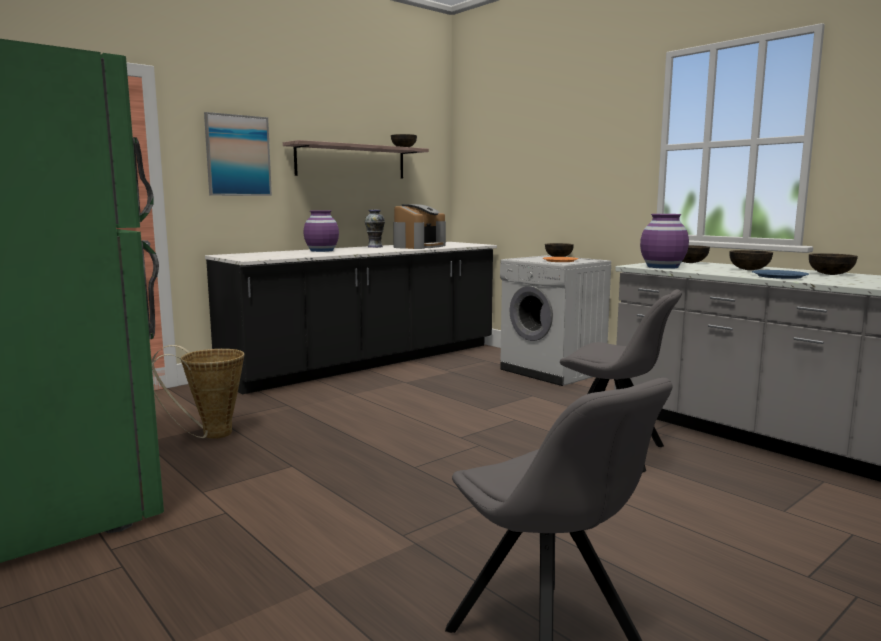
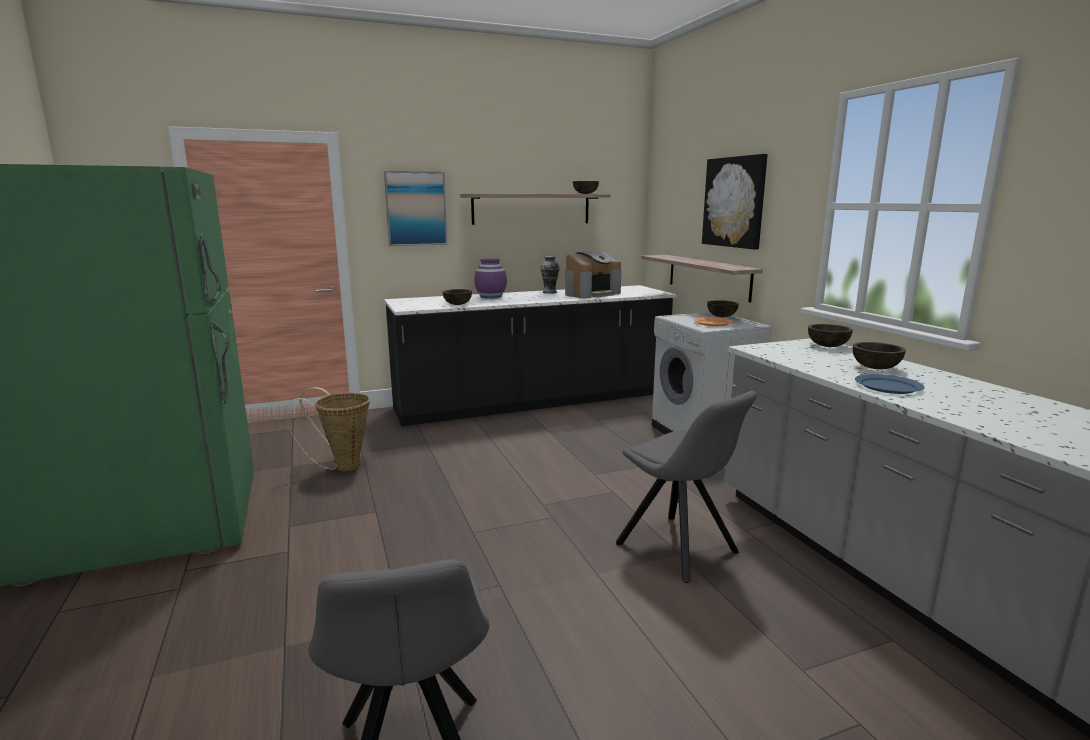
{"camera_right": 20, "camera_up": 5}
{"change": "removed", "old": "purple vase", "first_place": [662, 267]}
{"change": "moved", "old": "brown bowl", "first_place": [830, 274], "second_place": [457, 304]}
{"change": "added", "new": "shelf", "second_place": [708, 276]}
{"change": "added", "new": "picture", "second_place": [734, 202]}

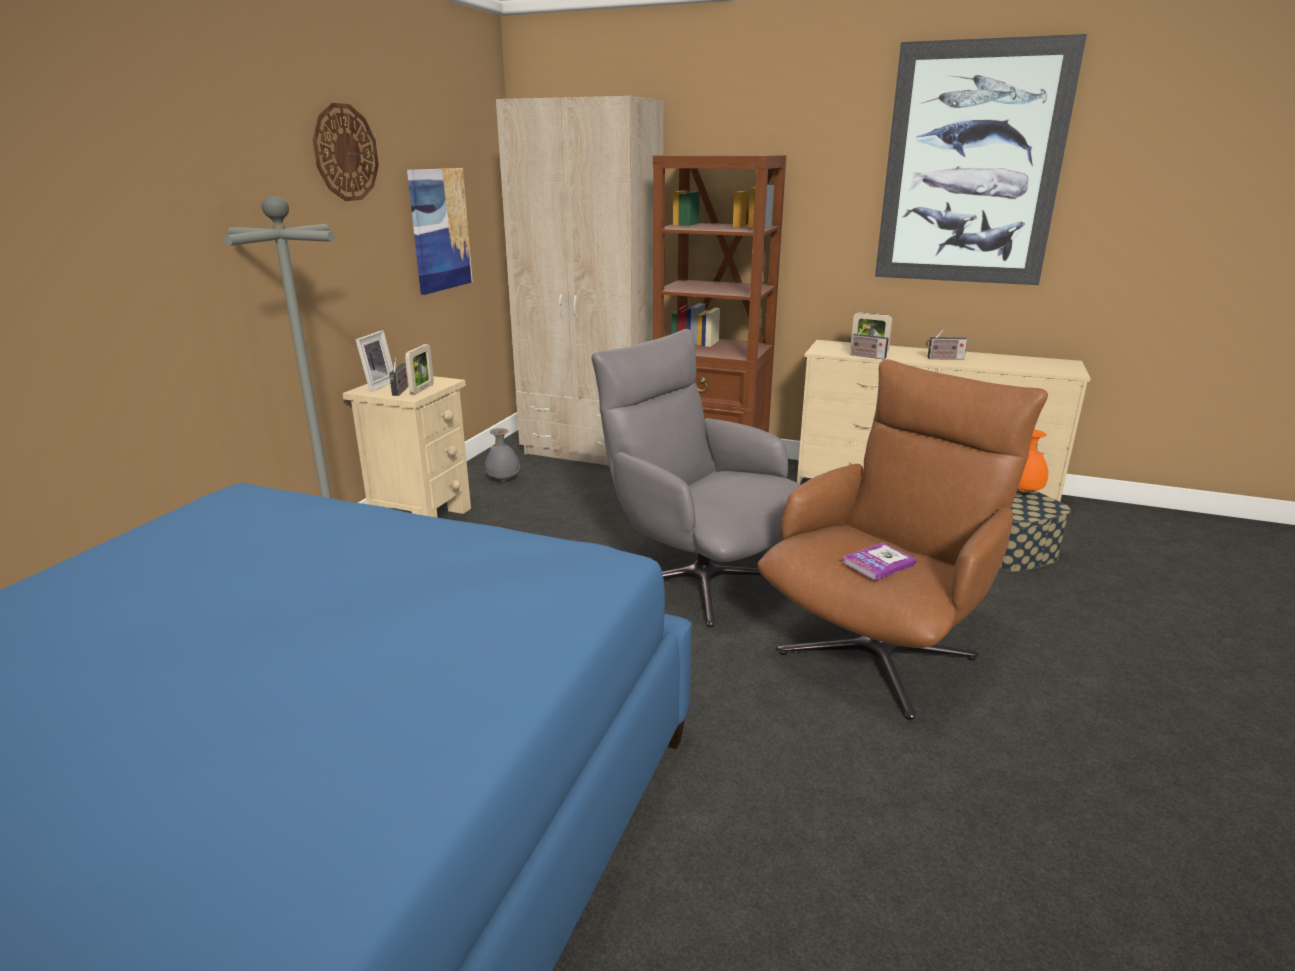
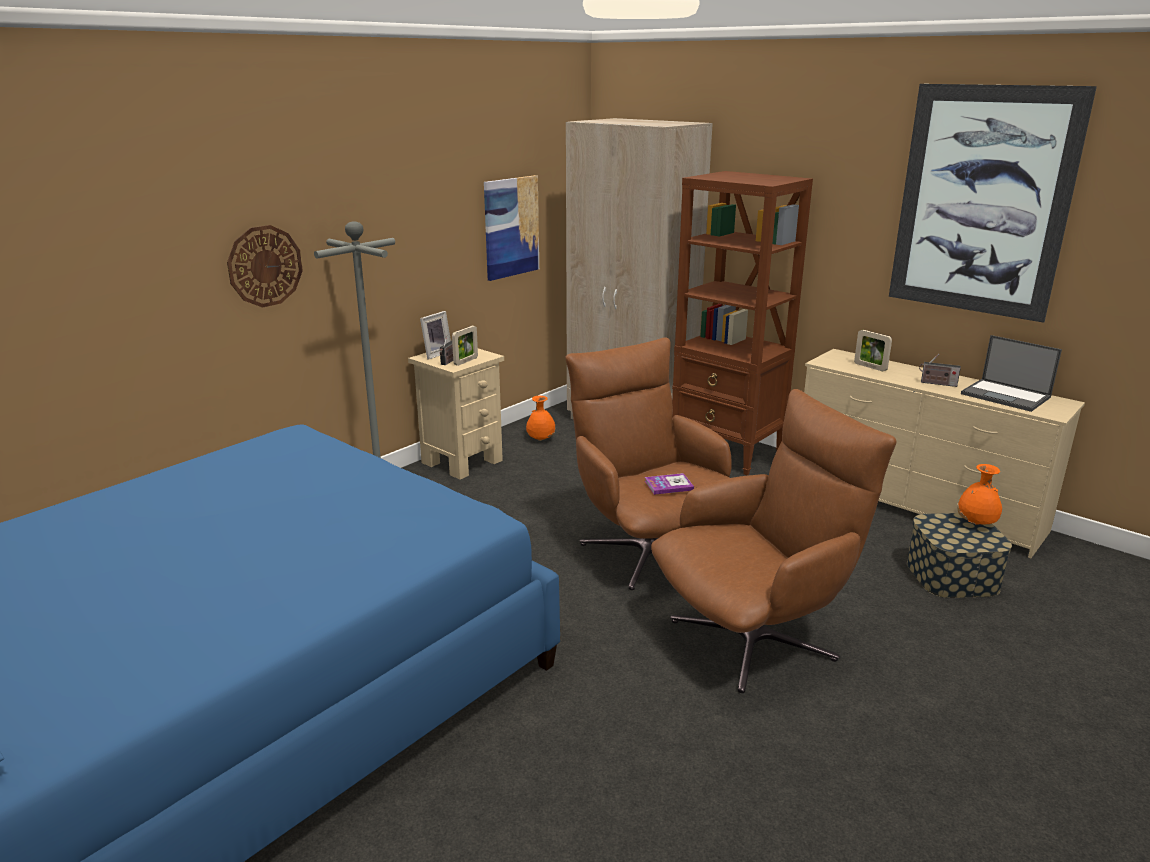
{"camera_right": 20, "camera_up": 0}
{"change": "moved", "old": "wall clock", "first_place": [345, 153], "second_place": [265, 266]}
{"change": "recoloured", "old": "grey vase", "new": "orange vase", "first_place": [503, 479], "second_place": [540, 439]}
{"change": "recoloured", "old": "grey armchair", "new": "brown armchair", "first_place": [701, 580], "second_place": [648, 551]}
{"change": "moved", "old": "book", "first_place": [878, 563], "second_place": [668, 485]}
{"change": "removed", "old": "radio", "first_place": [866, 356]}
{"change": "added", "new": "laptop", "second_place": [1006, 396]}

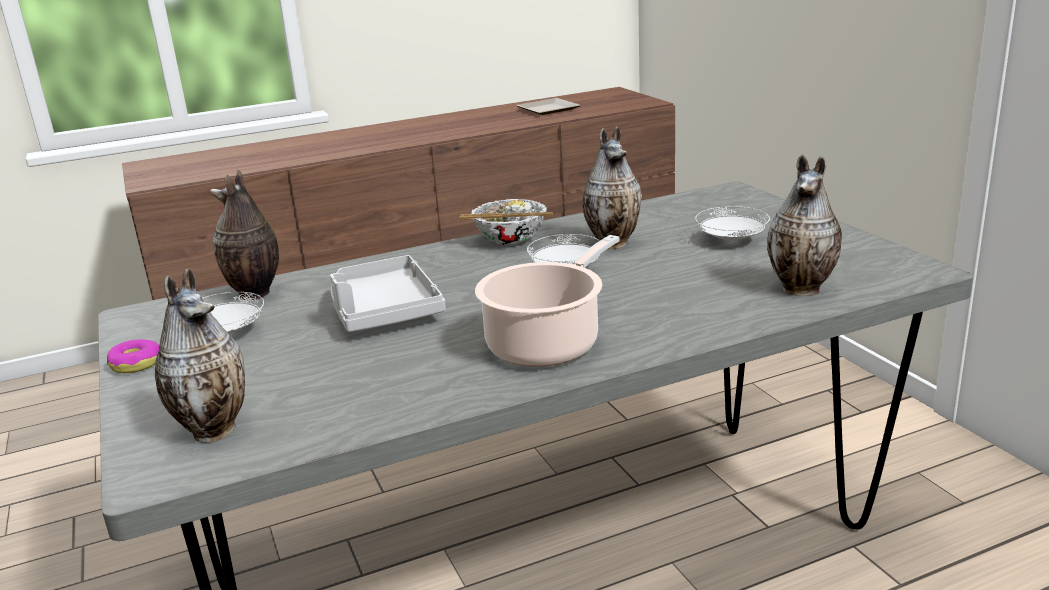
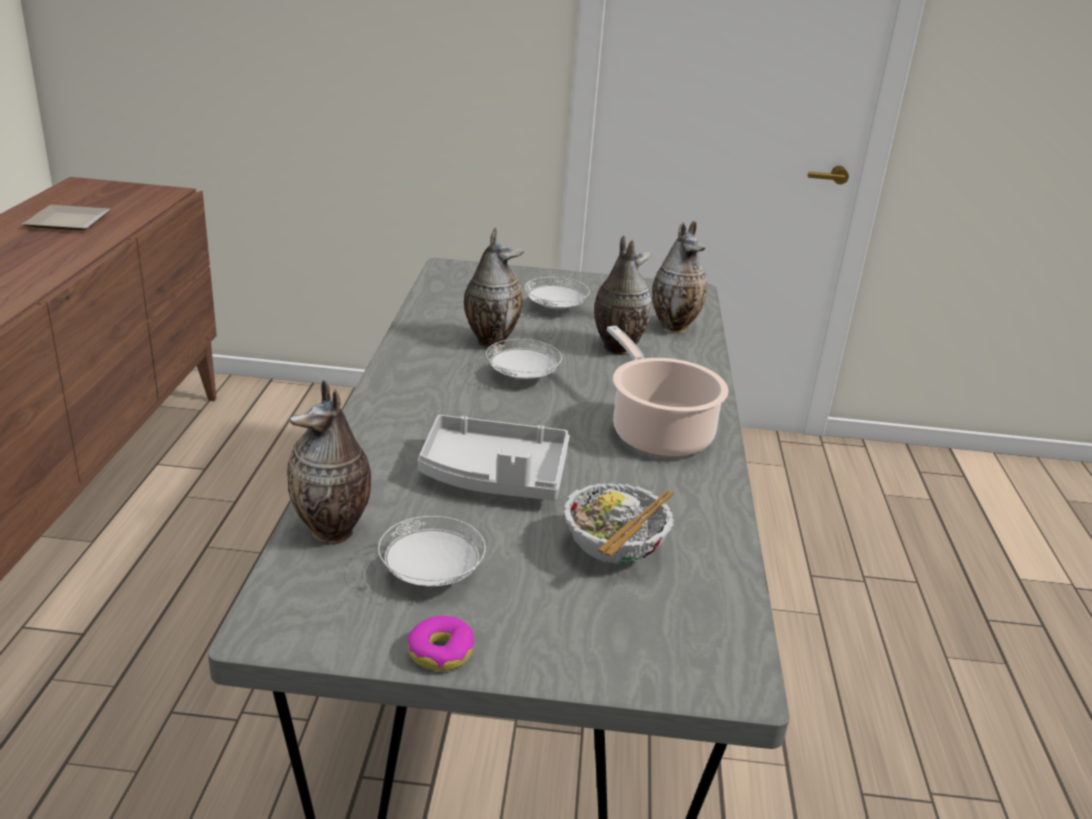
{"camera_right": -65, "camera_up": 5}
{"change": "moved", "old": "vase", "first_place": [215, 429], "second_place": [616, 348]}
{"change": "moved", "old": "bowl", "first_place": [510, 240], "second_place": [615, 550]}

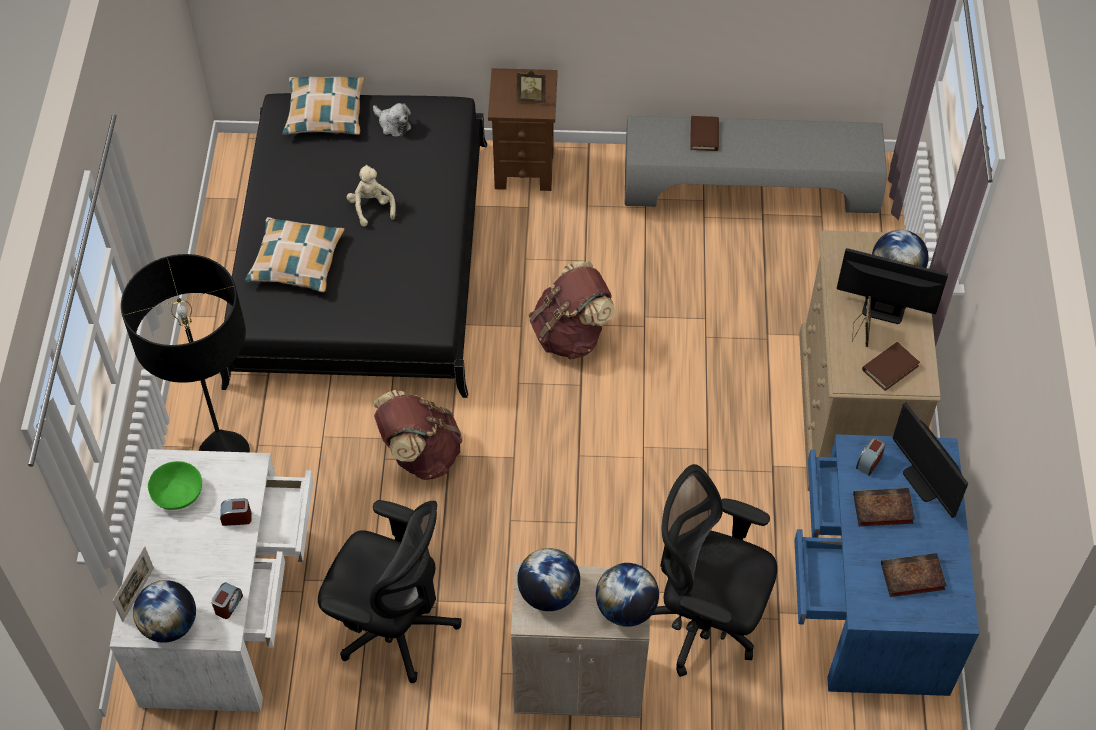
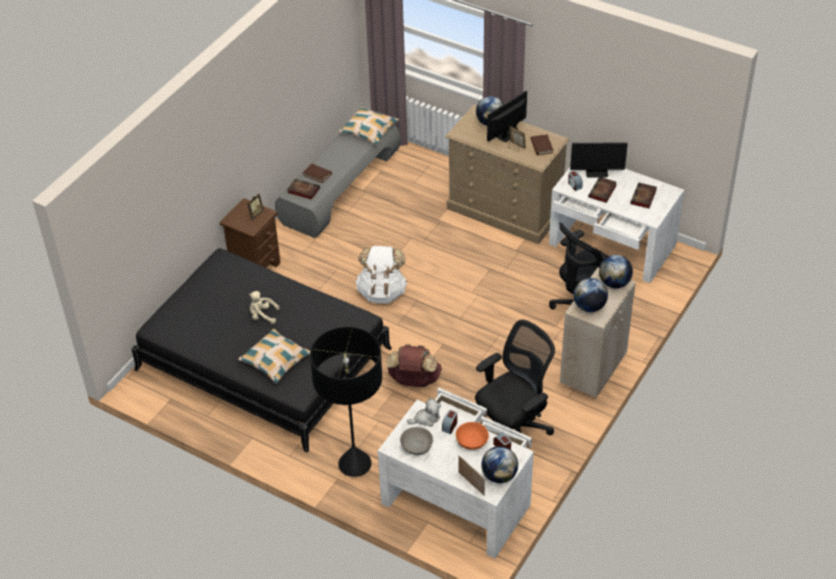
{"camera_right": -60, "camera_up": -10}
{"change": "recoloured", "old": "green bowl", "new": "grey bowl", "first_place": [178, 493], "second_place": [417, 446]}
{"change": "moved", "old": "pillow", "first_place": [325, 113], "second_place": [369, 130]}
{"change": "moved", "old": "plush toy", "first_place": [393, 124], "second_place": [426, 418]}
{"change": "recoloured", "old": "brown backpack", "new": "white backpack", "first_place": [570, 334], "second_place": [382, 292]}
{"change": "recoloured", "old": "blue desk", "new": "white desk", "first_place": [868, 598], "second_place": [610, 249]}
{"change": "added", "new": "book", "second_place": [302, 190]}
{"change": "added", "new": "orange bowl", "second_place": [472, 441]}

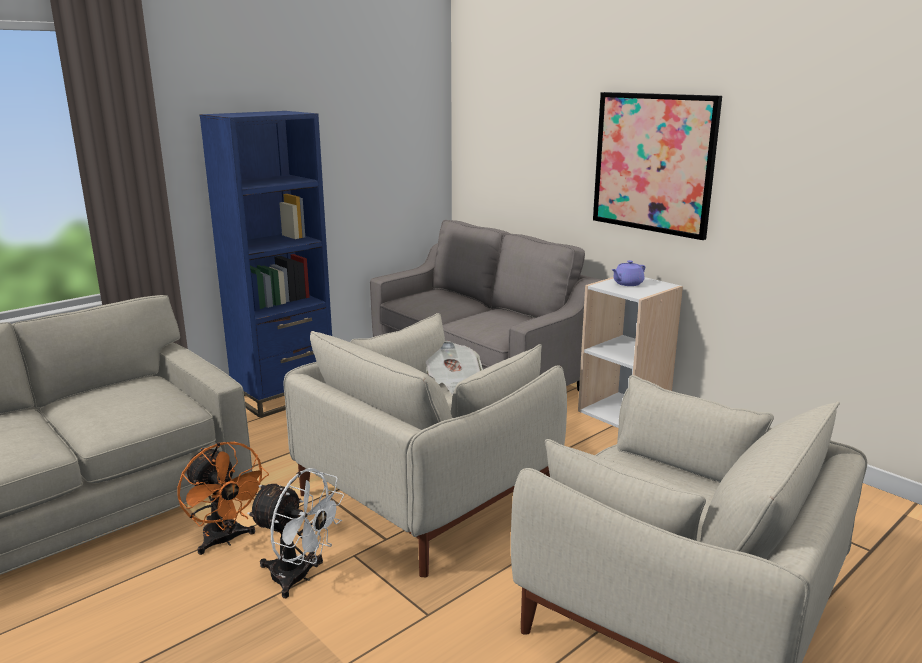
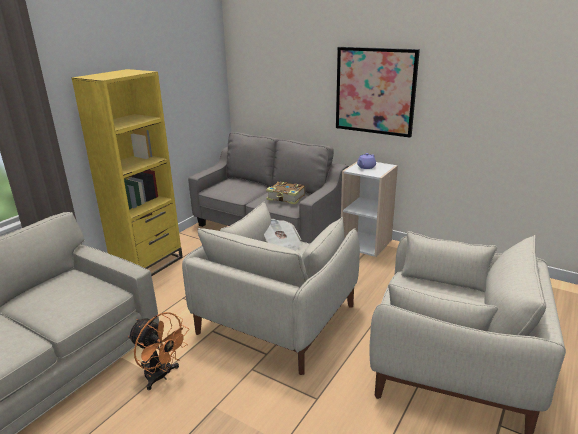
{"camera_right": -15, "camera_up": 5}
{"change": "recoloured", "old": "blue bookcase", "new": "yellow bookcase", "first_place": [284, 395], "second_place": [148, 264]}
{"change": "removed", "old": "white fan", "first_place": [299, 577]}
{"change": "added", "new": "book", "second_place": [286, 198]}

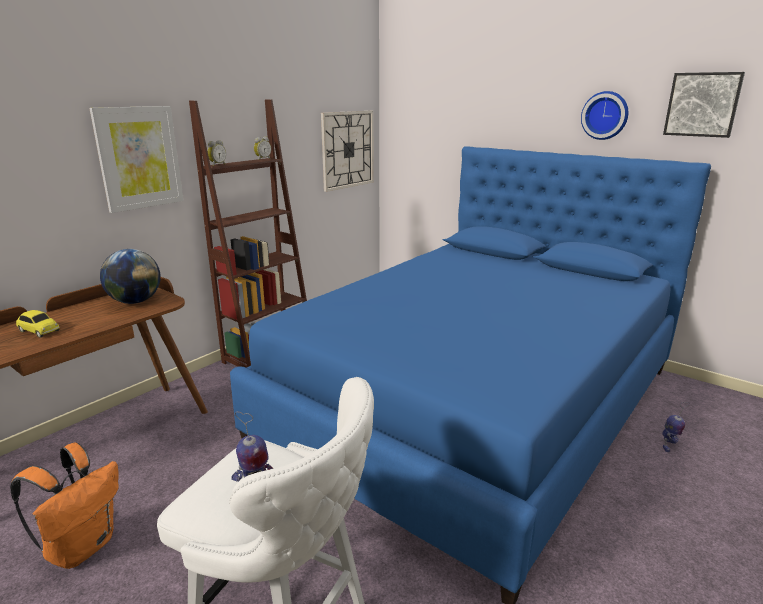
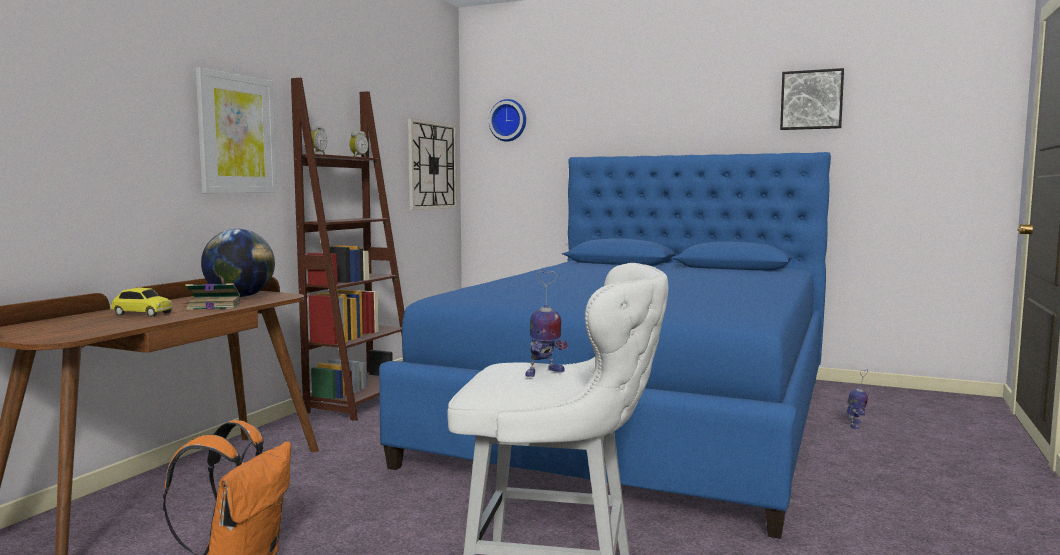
{"camera_right": -15, "camera_up": -15}
{"change": "moved", "old": "wall clock", "first_place": [605, 115], "second_place": [508, 120]}
{"change": "added", "new": "book", "second_place": [212, 306]}

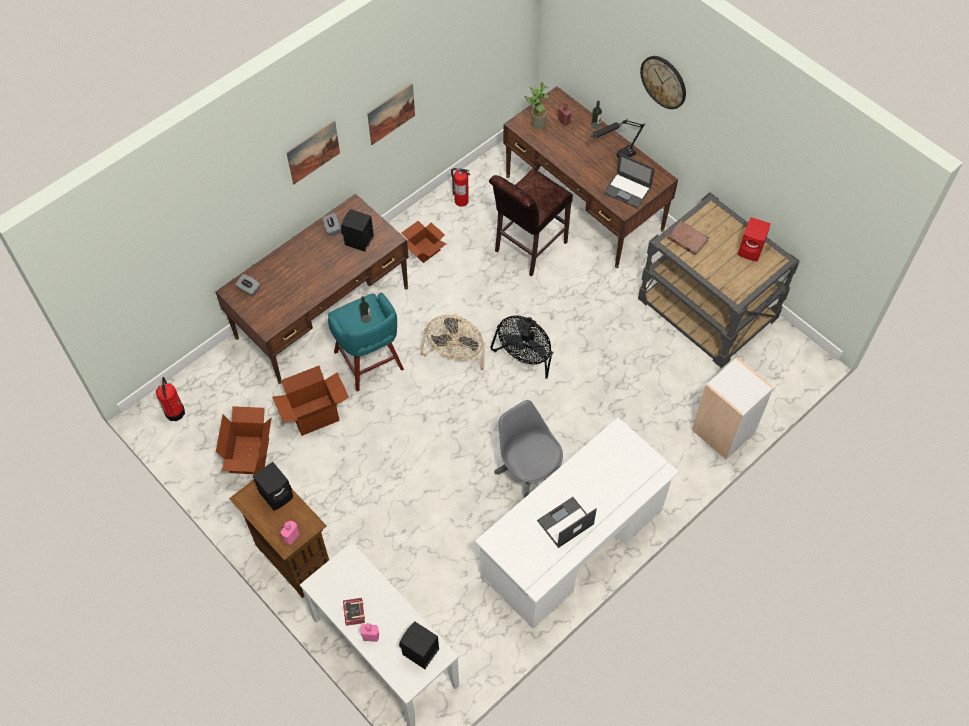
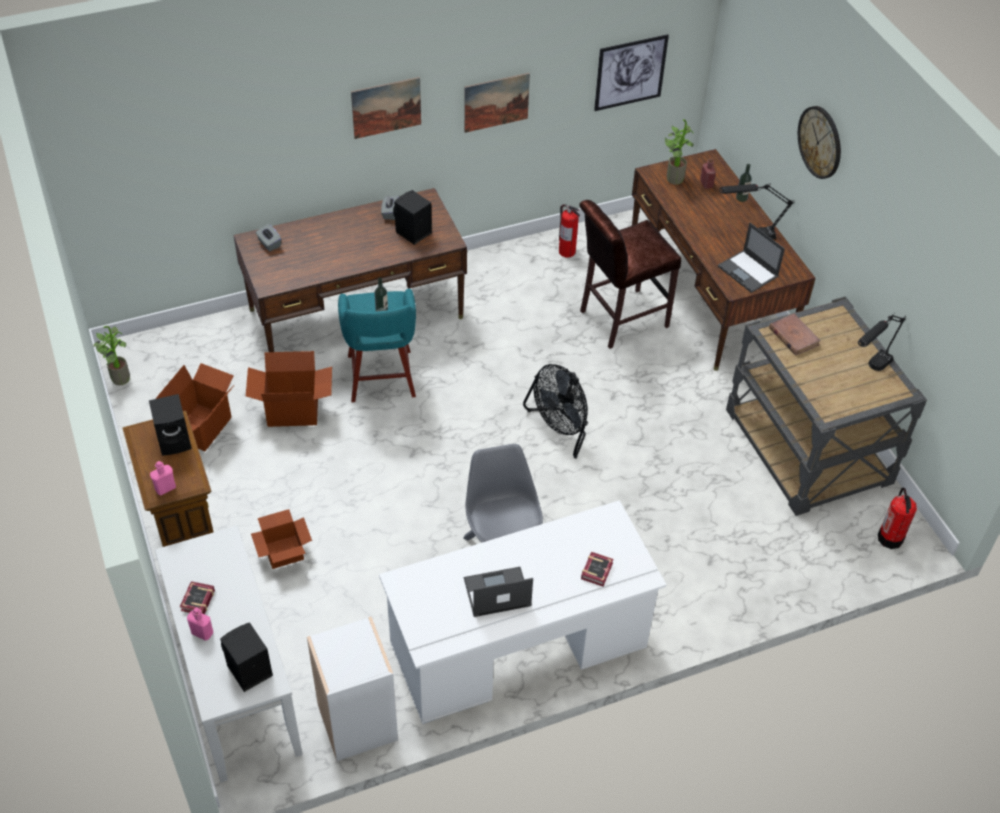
{"camera_right": 20, "camera_up": -10}
{"change": "moved", "old": "fire extinguisher", "first_place": [175, 412], "second_place": [890, 538]}
{"change": "moved", "old": "cardboard box", "first_place": [424, 249], "second_place": [284, 550]}
{"change": "removed", "old": "beige fan", "first_place": [454, 351]}
{"change": "moved", "old": "bookcase", "first_place": [722, 431], "second_place": [356, 722]}
{"change": "replaced", "old": "red speaker", "new": "black table lamp", "first_place": [751, 250], "second_place": [869, 371]}
{"change": "added", "new": "potted plant", "second_place": [118, 377]}
{"change": "added", "new": "book", "second_place": [598, 570]}
{"change": "added", "new": "picture", "second_place": [630, 72]}

